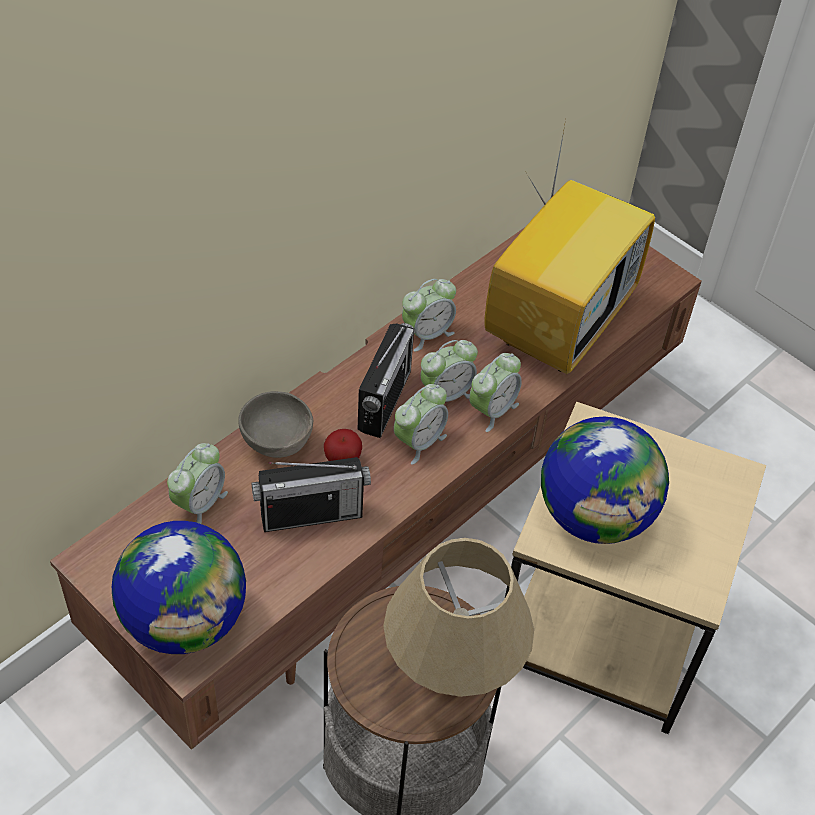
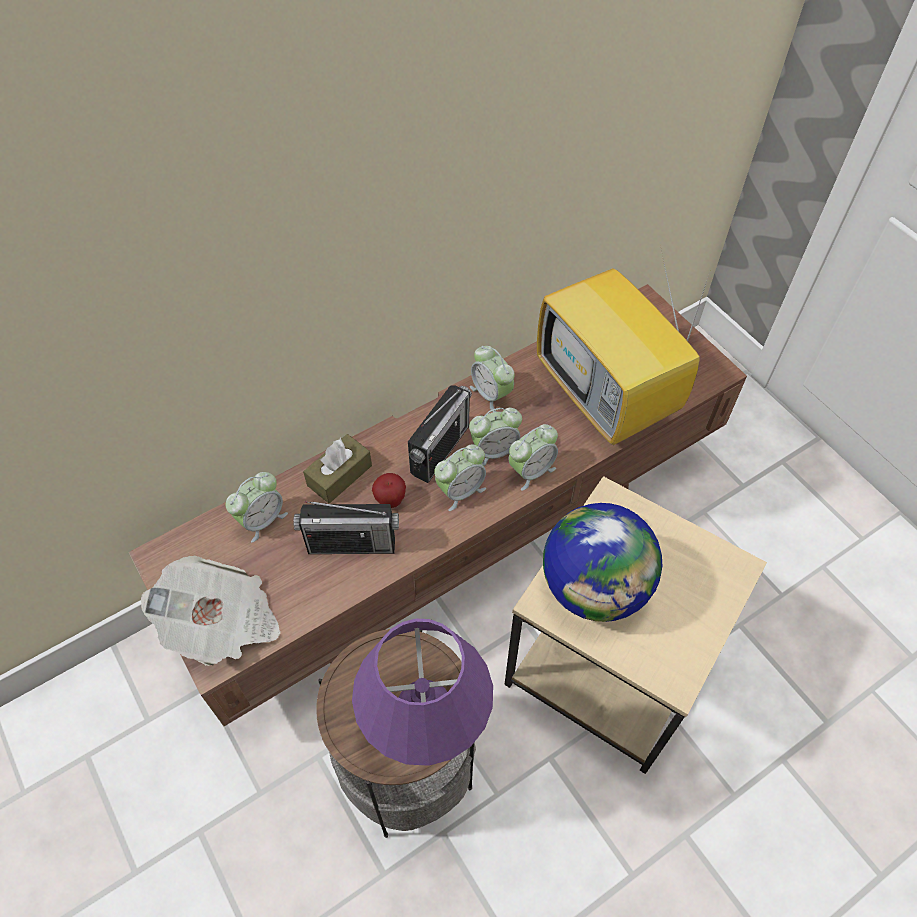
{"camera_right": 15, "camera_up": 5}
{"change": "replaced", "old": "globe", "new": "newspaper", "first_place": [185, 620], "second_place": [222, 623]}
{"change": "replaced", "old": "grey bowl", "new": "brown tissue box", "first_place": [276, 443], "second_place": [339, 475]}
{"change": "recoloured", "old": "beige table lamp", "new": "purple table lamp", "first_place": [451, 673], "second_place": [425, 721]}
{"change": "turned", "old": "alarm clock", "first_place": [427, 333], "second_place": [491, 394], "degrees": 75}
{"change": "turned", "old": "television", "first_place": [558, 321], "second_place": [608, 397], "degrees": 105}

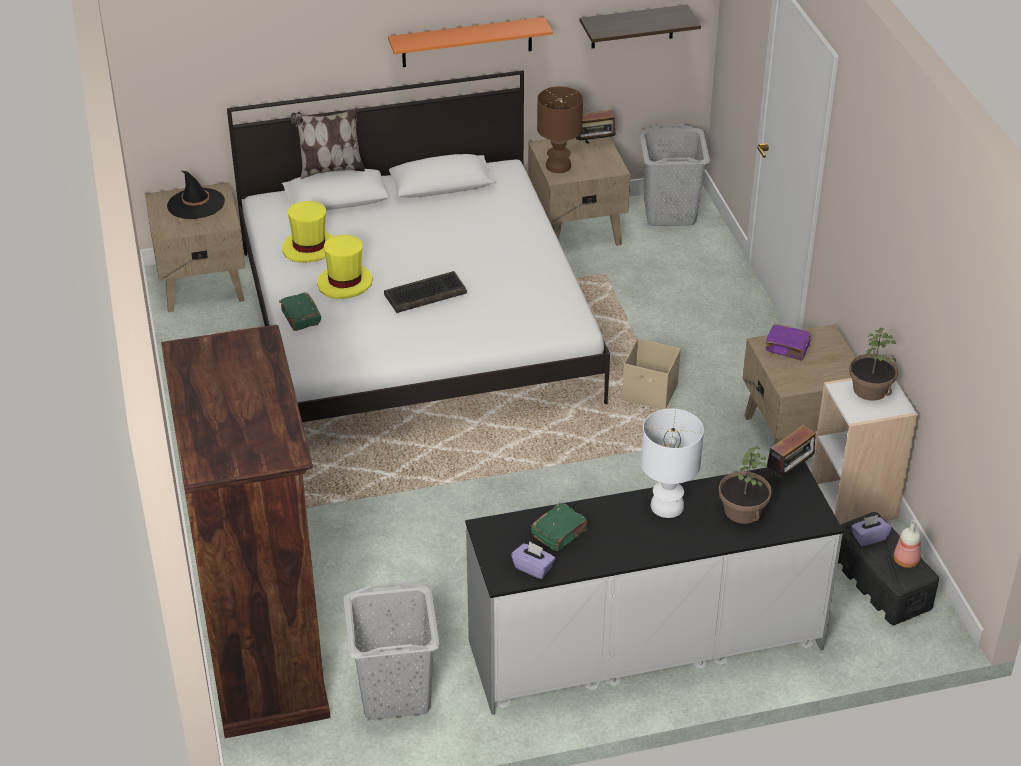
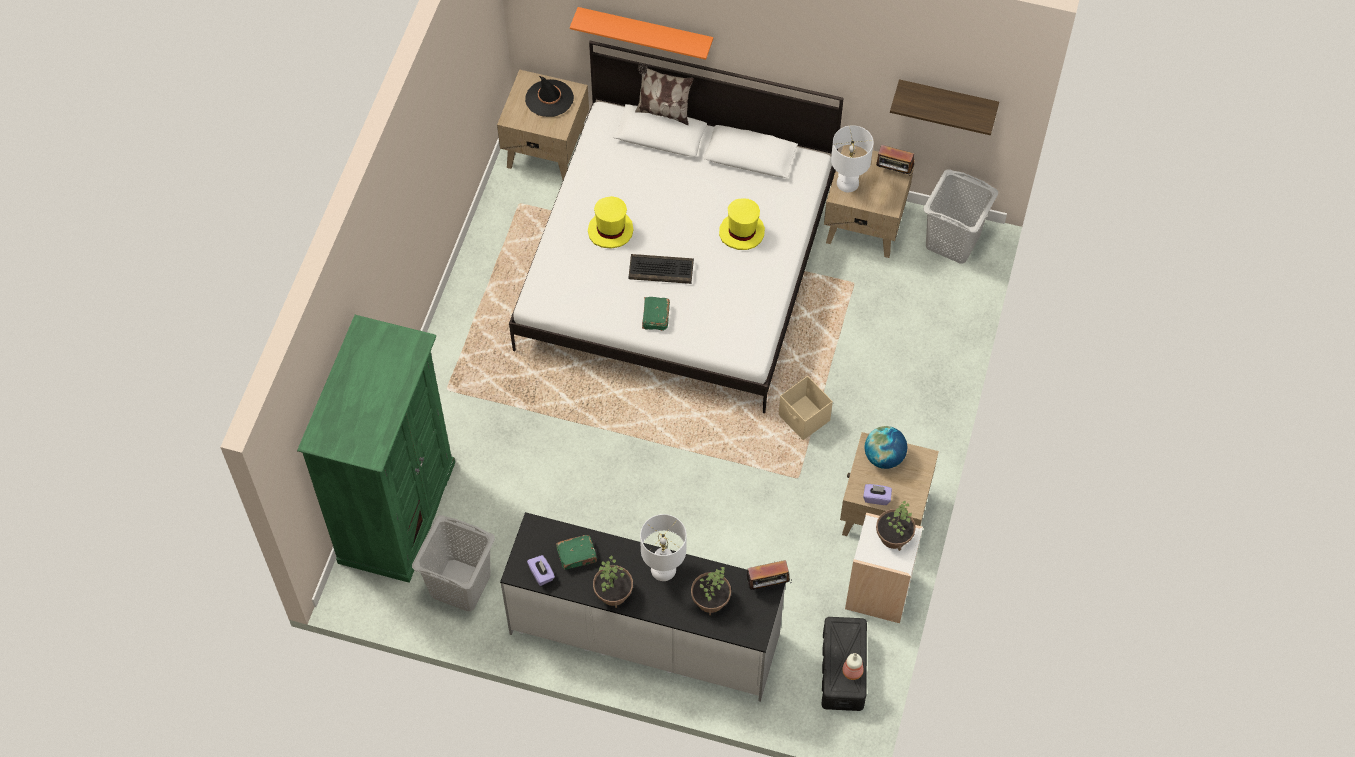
{"camera_right": 30, "camera_up": 20}
{"change": "recoloured", "old": "brown wardrobe", "new": "green wardrobe", "first_place": [265, 655], "second_place": [398, 512]}
{"change": "moved", "old": "green book", "first_place": [300, 318], "second_place": [655, 317]}
{"change": "moved", "old": "yellow hat", "first_place": [309, 248], "second_place": [742, 232]}
{"change": "moved", "old": "orange shelf", "first_place": [467, 42], "second_place": [645, 32]}
{"change": "recoloured", "old": "brown table lamp", "new": "white table lamp", "first_place": [558, 166], "second_place": [848, 183]}
{"change": "replaced", "old": "purple book", "new": "globe", "first_place": [787, 349], "second_place": [884, 457]}
{"change": "moved", "old": "purple tissue box", "first_place": [869, 537], "second_place": [876, 498]}
{"change": "added", "new": "potted plant", "second_place": [614, 593]}

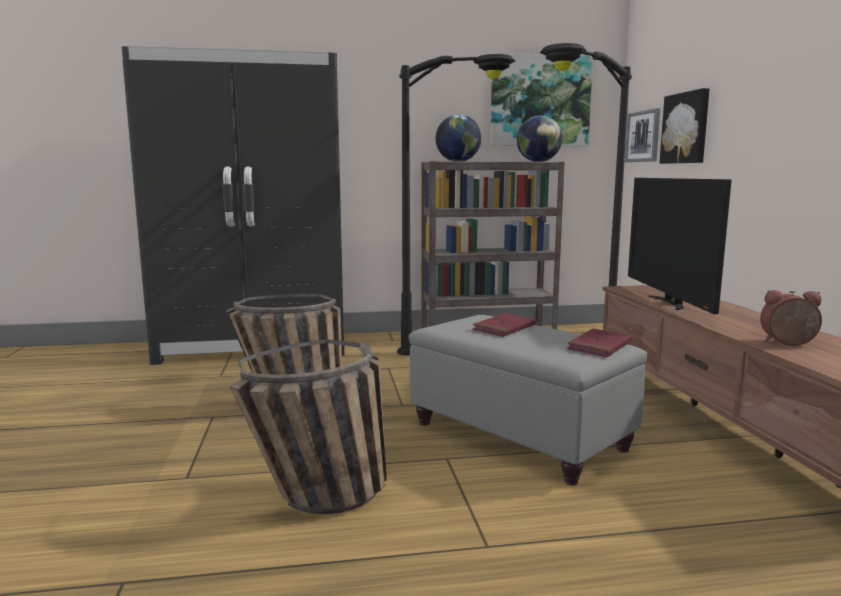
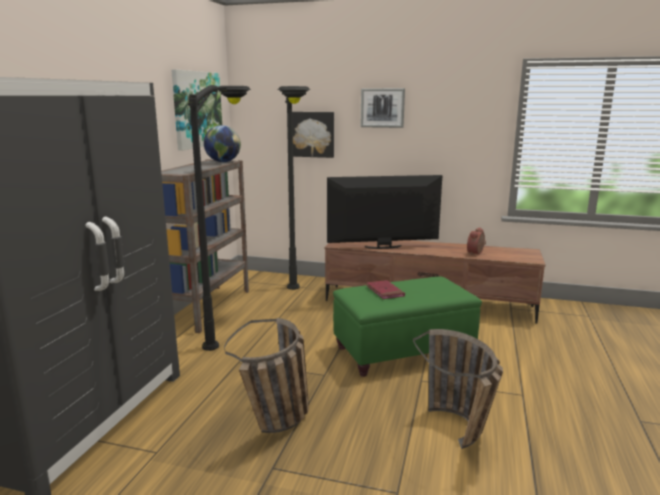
{"camera_right": -65, "camera_up": 5}
{"change": "recoloured", "old": "grey ottoman", "new": "green ottoman", "first_place": [520, 436], "second_place": [404, 351]}
{"change": "removed", "old": "globe", "first_place": [458, 161]}
{"change": "removed", "old": "red book", "first_place": [599, 346]}
{"change": "moved", "old": "picture", "first_place": [643, 136], "second_place": [382, 108]}
{"change": "turned", "old": "television", "first_place": [669, 303], "second_place": [383, 247], "degrees": 150}

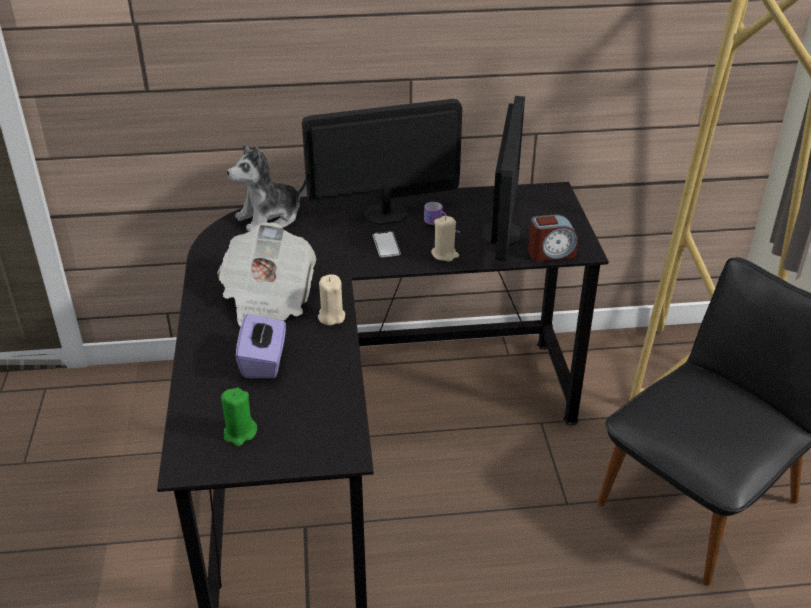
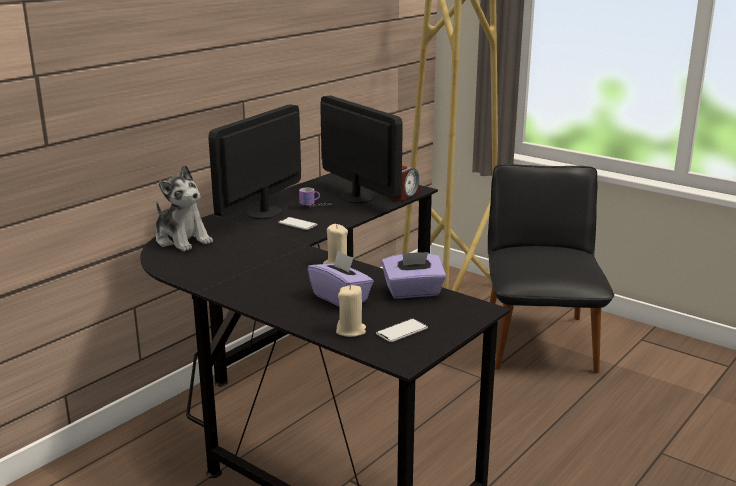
{"camera_right": -45, "camera_up": -15}
{"change": "removed", "old": "newspaper", "first_place": [267, 299]}
{"change": "replaced", "old": "green candle", "new": "phone", "first_place": [240, 433], "second_place": [402, 331]}
{"change": "turned", "old": "plush toy", "first_place": [269, 218], "second_place": [182, 240], "degrees": -60}
{"change": "moved", "old": "beige candle", "first_place": [445, 254], "second_place": [351, 331]}
{"change": "added", "new": "purple tissue box", "second_place": [413, 292]}

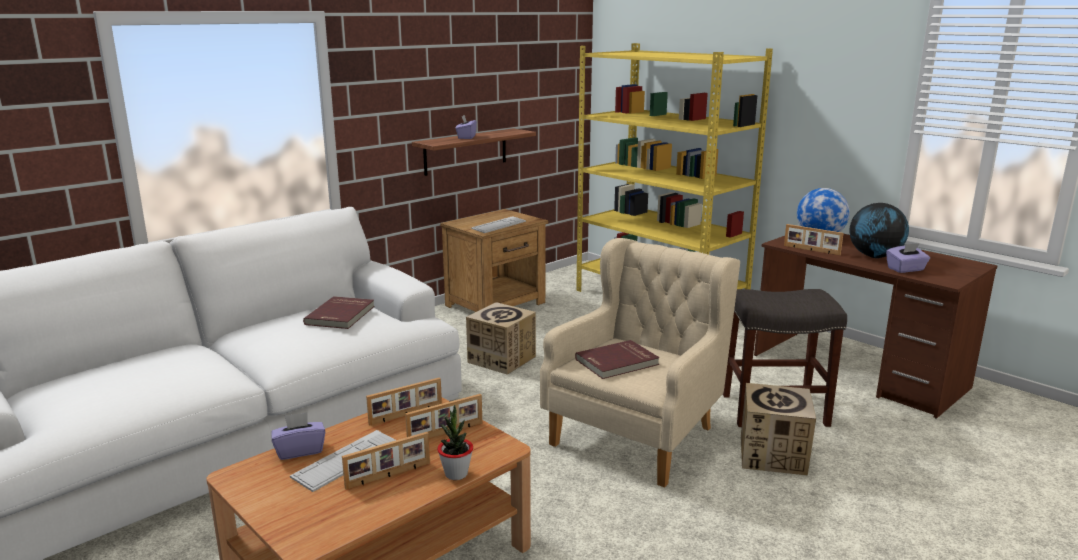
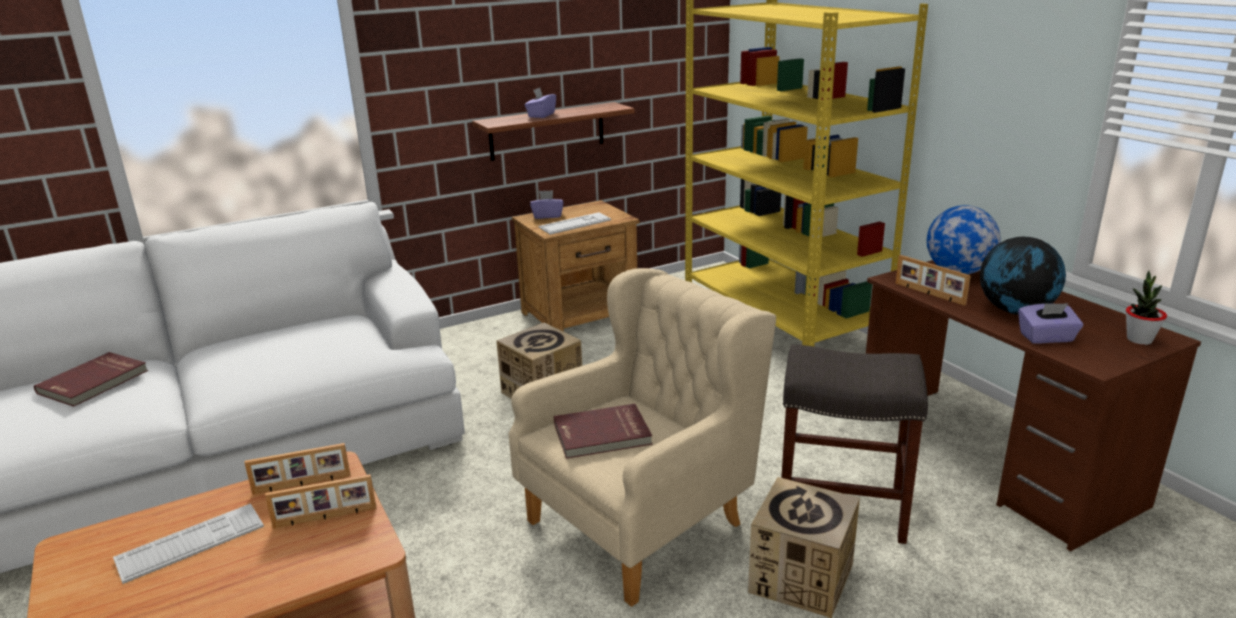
{"camera_right": 15, "camera_up": 5}
{"change": "moved", "old": "purple tissue box", "first_place": [300, 450], "second_place": [547, 216]}
{"change": "moved", "old": "red book", "first_place": [341, 315], "second_place": [94, 382]}
{"change": "removed", "old": "picture frame", "first_place": [389, 476]}
{"change": "moved", "old": "potted plant", "first_place": [456, 474], "second_place": [1139, 340]}

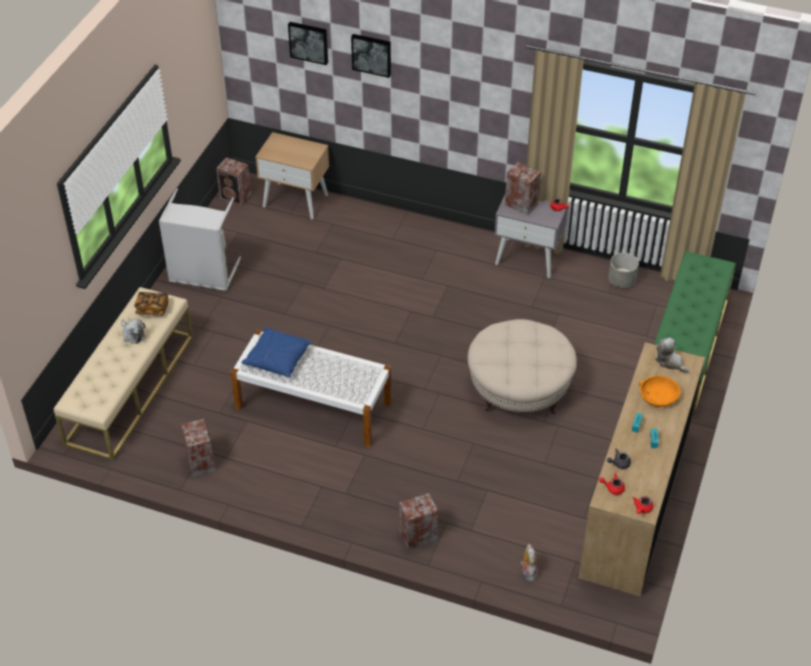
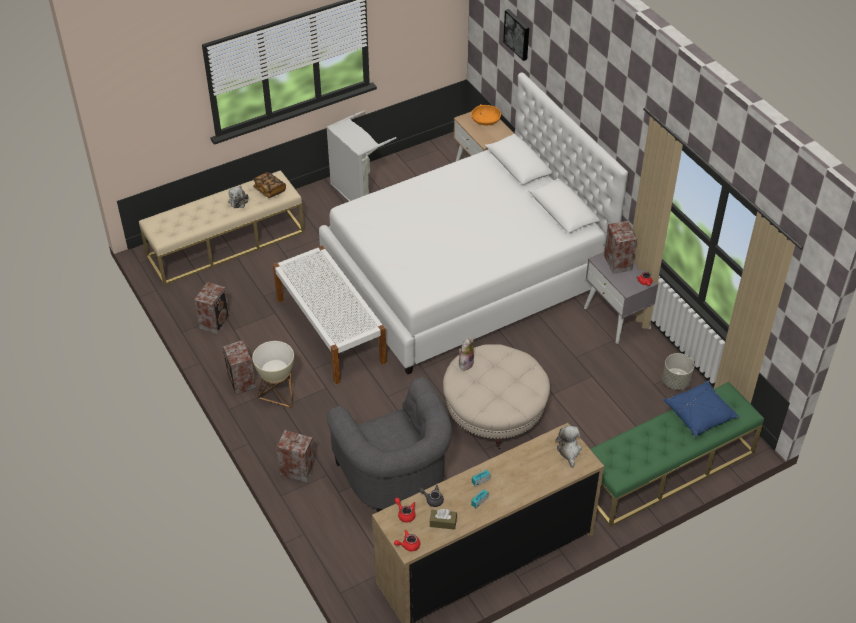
{"camera_right": 40, "camera_up": 0}
{"change": "moved", "old": "speaker", "first_place": [236, 197], "second_place": [241, 382]}
{"change": "moved", "old": "blue pillow", "first_place": [278, 358], "second_place": [699, 414]}
{"change": "removed", "old": "picture", "first_place": [372, 54]}
{"change": "moved", "old": "plush toy", "first_place": [528, 572], "second_place": [465, 363]}
{"change": "moved", "old": "orange bowl", "first_place": [658, 396], "second_place": [485, 119]}
{"change": "added", "new": "planter", "second_place": [278, 394]}
{"change": "added", "new": "white bed", "second_place": [466, 275]}
{"change": "added", "new": "grey armchair", "second_place": [393, 481]}
{"change": "added", "new": "brown tissue box", "second_place": [443, 522]}

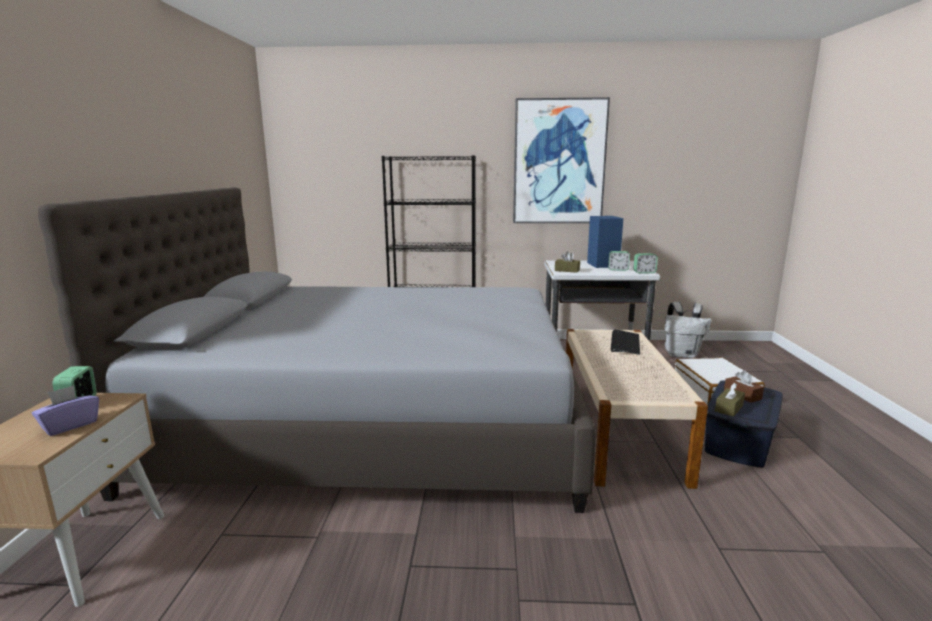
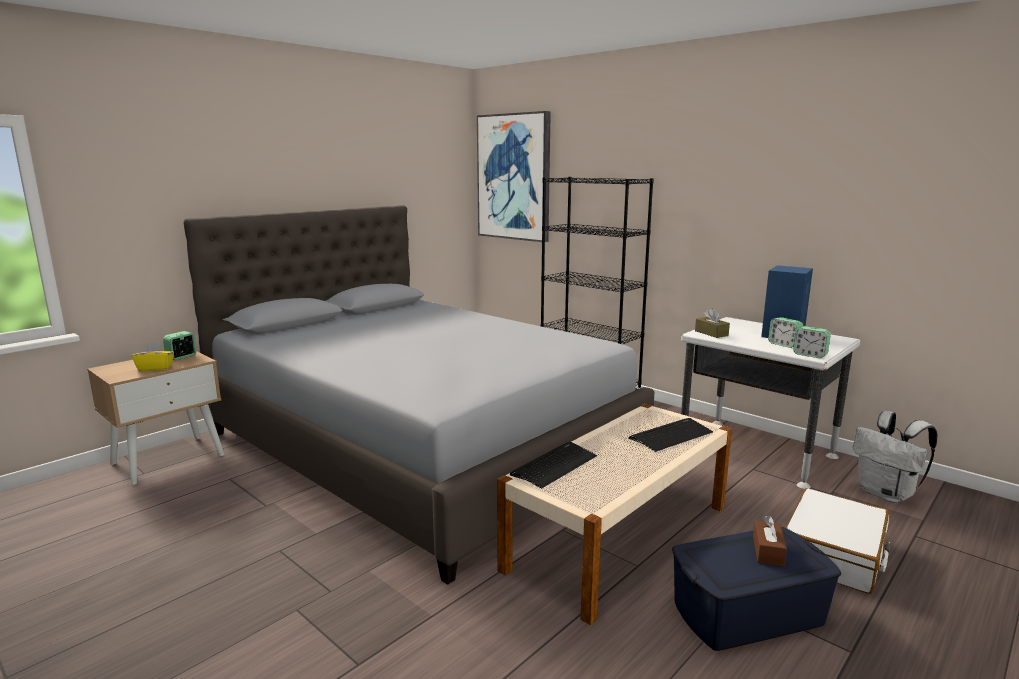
{"camera_right": 40, "camera_up": 0}
{"change": "recoloured", "old": "purple tissue box", "new": "yellow tissue box", "first_place": [70, 425], "second_place": [155, 368]}
{"change": "moved", "old": "picture", "first_place": [559, 162], "second_place": [514, 177]}
{"change": "removed", "old": "brown tissue box", "first_place": [729, 408]}
{"change": "added", "new": "keyboard", "second_place": [554, 465]}

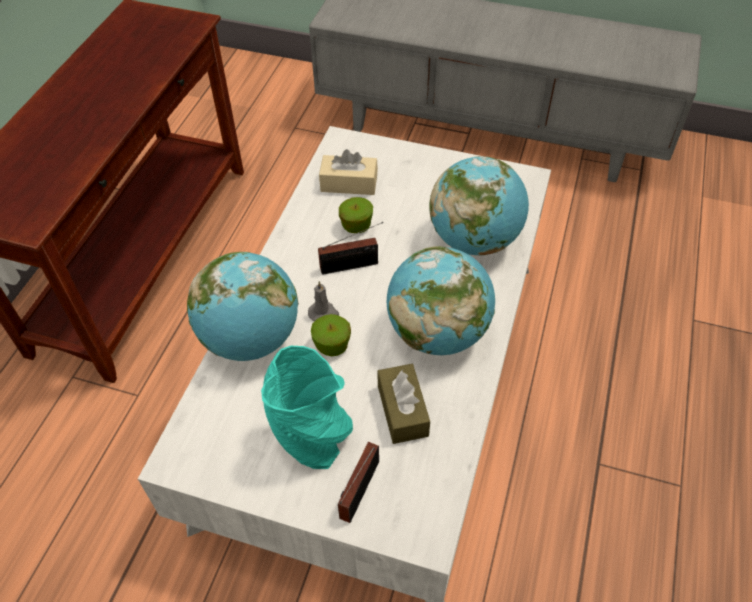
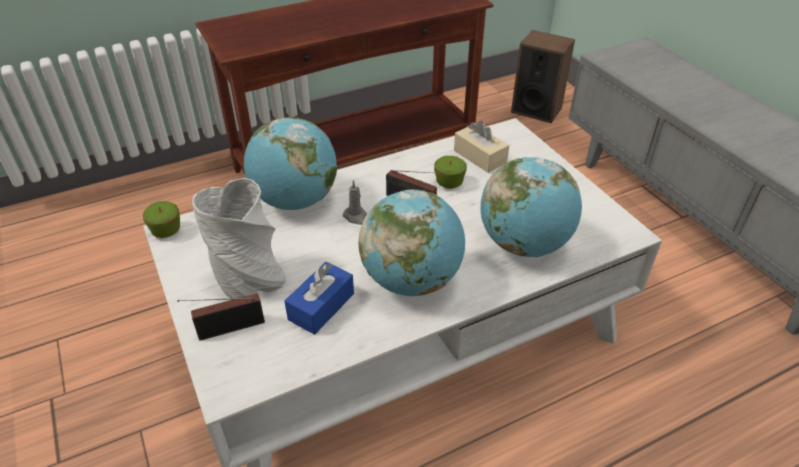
{"camera_right": 45, "camera_up": -10}
{"change": "recoloured", "old": "turquoise vase", "new": "grey vase", "first_place": [312, 439], "second_place": [249, 278]}
{"change": "moved", "old": "apple", "first_place": [332, 345], "second_place": [166, 231]}
{"change": "recoloured", "old": "brown tissue box", "new": "blue tissue box", "first_place": [402, 410], "second_place": [321, 306]}
{"change": "added", "new": "speaker", "second_place": [536, 110]}

